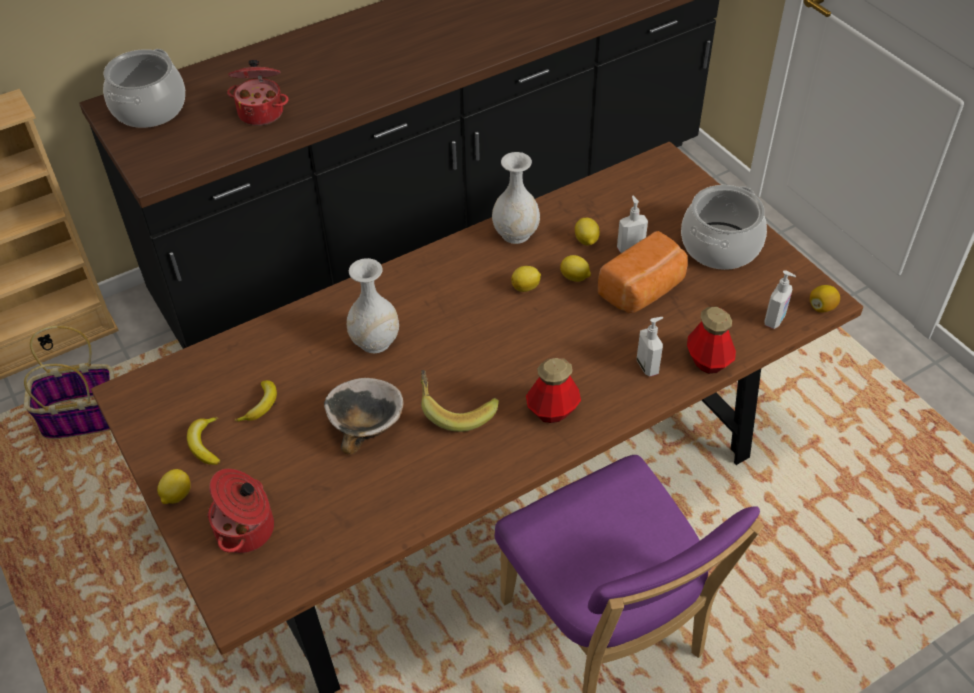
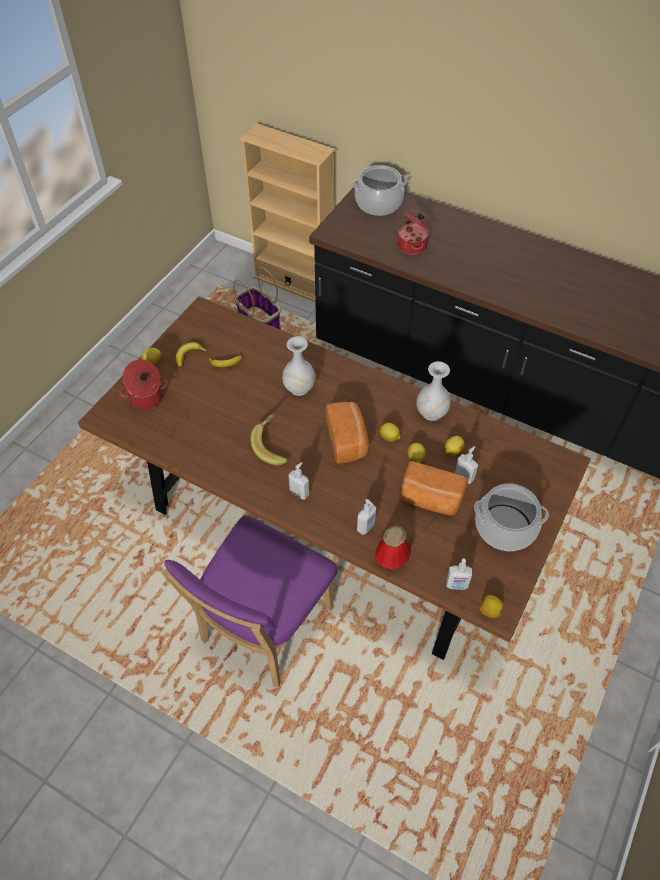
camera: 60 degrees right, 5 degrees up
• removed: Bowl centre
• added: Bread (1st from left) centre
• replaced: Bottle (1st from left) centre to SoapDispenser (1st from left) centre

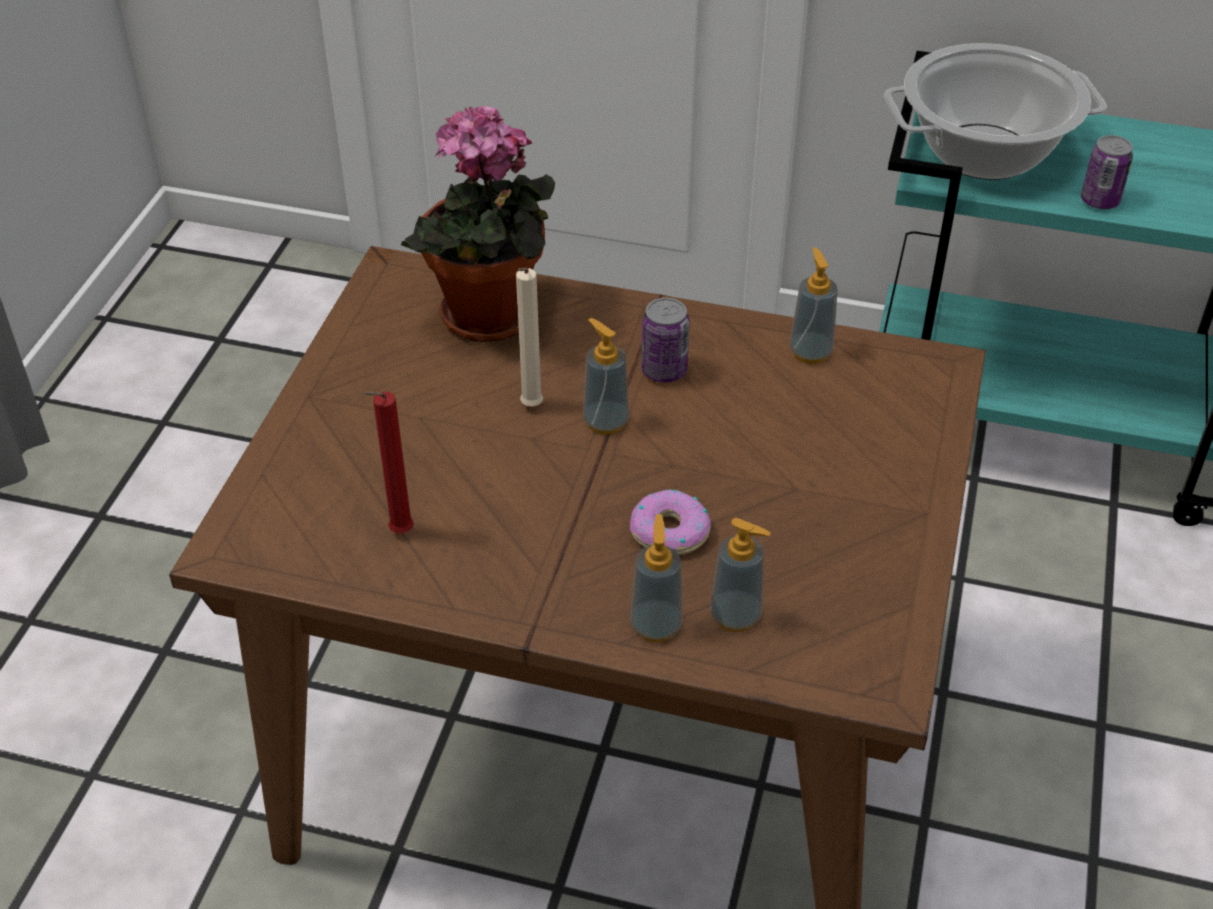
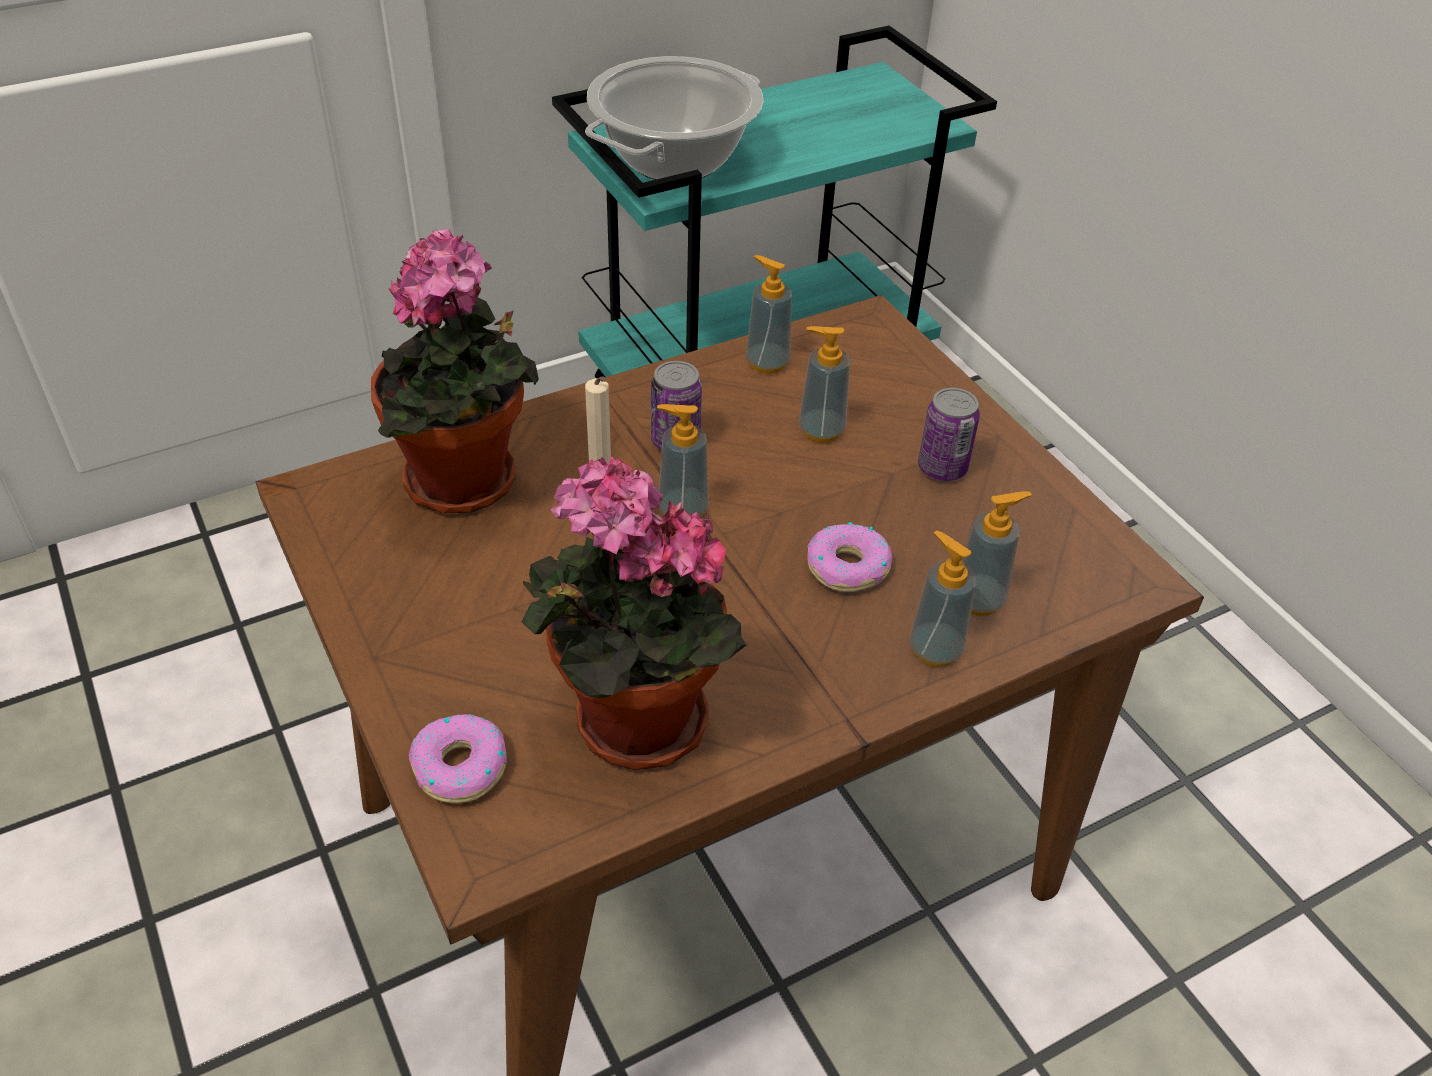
camera: 45 degrees left, 0 degrees up
• added: Donut (1st from left) bottom left
• added: SoapDispenser (3rd from left) centre
• moved: Can (2nd from left) top right to centre
• replaced: RedCandle middle left to PottedPlant (2nd from left) centre

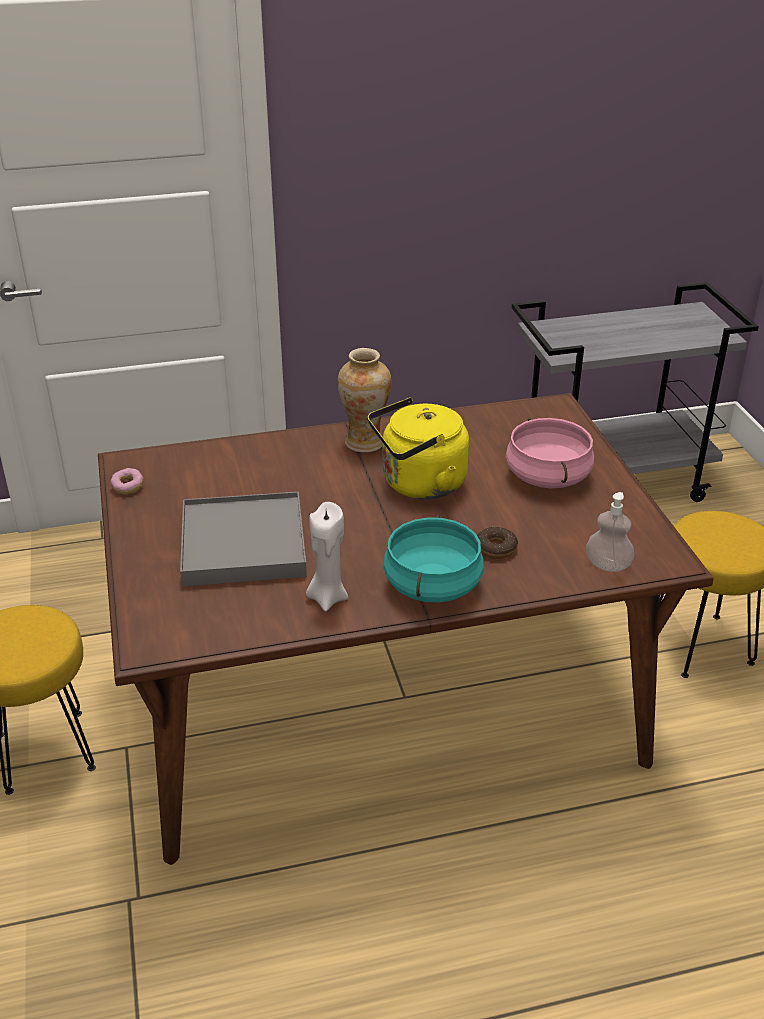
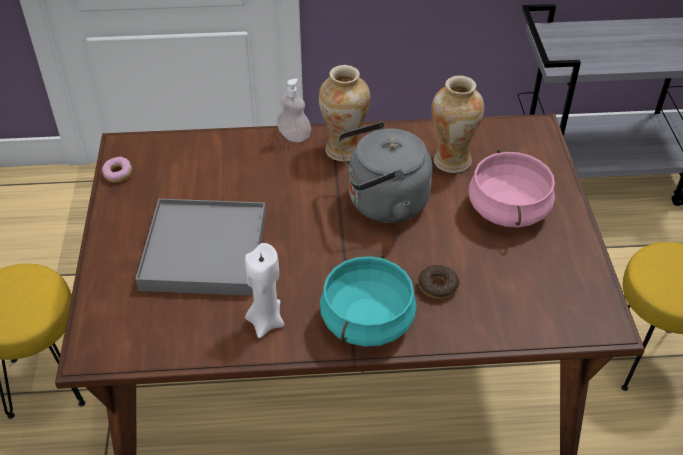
camera: 10 degrees right, 10 degrees up
• added: Vase (2nd from left) top right
• moved: SoapDispenser middle right to top centre
• recoloured: YellowKettle centre to GreyKettle centre

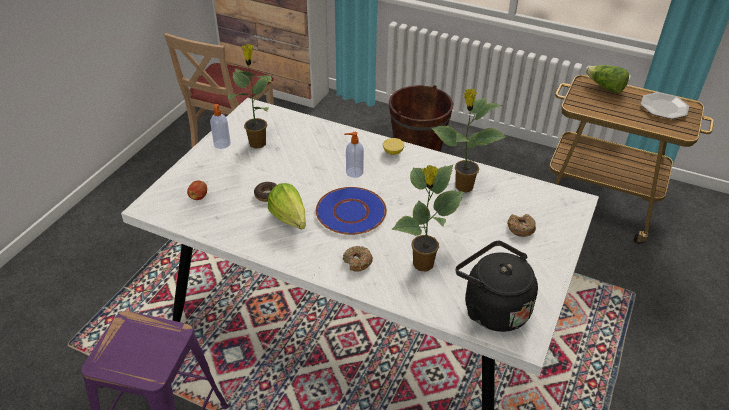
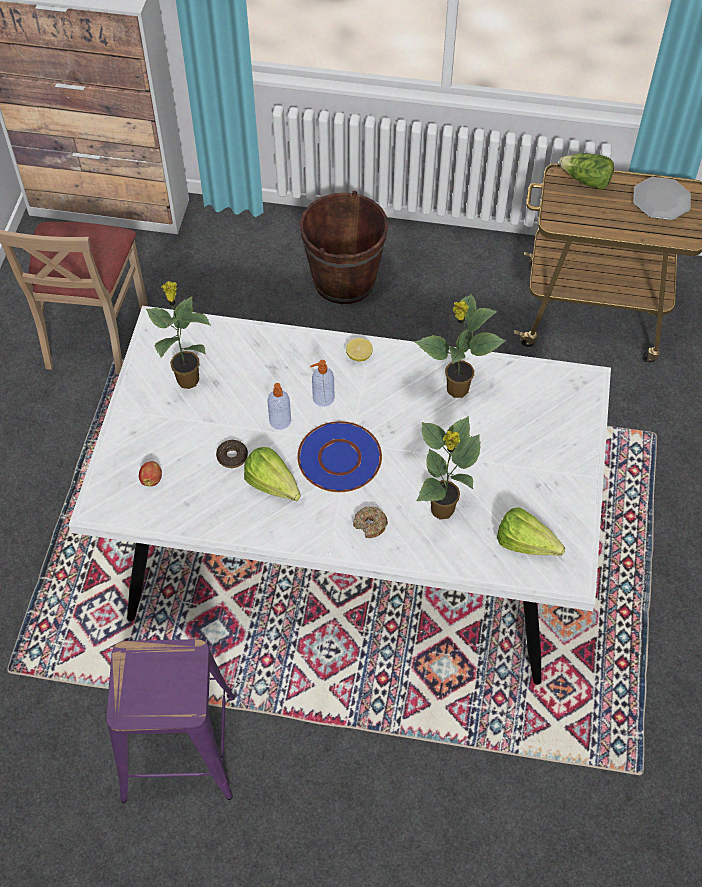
camera: 15 degrees left, 15 degrees up
• removed: Donut (3rd from left) middle right
• moved: SoapDispenser (1st from left) top left to centre
• replaced: BlackKettle bottom right to Lettuce (2nd from left) middle right

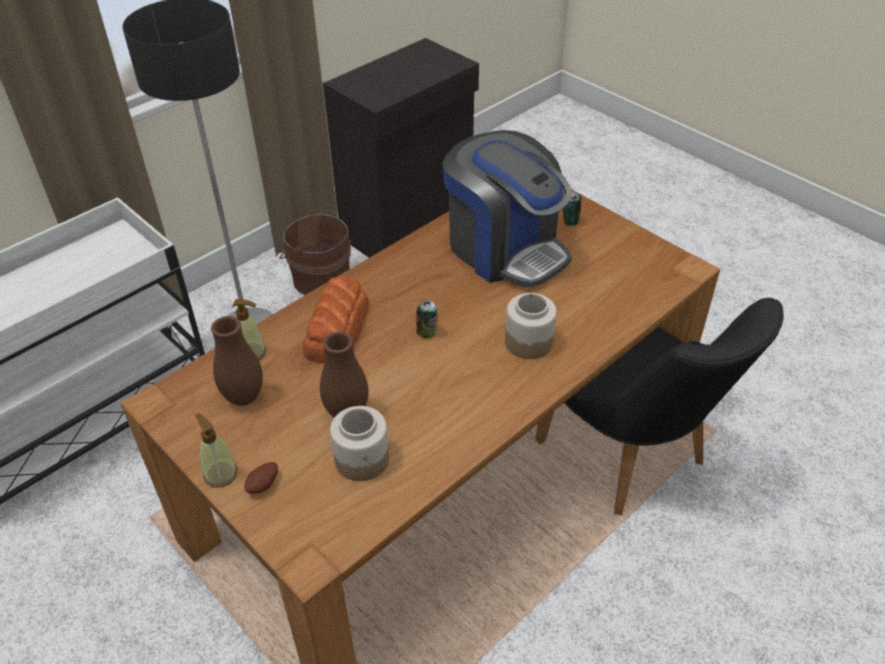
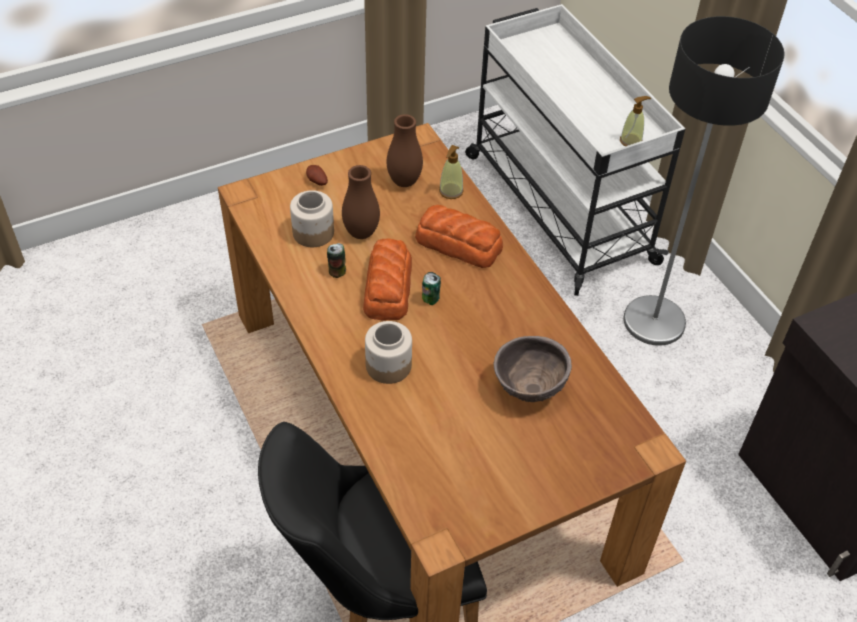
camera: 105 degrees right, 5 degrees up
• removed: BrownBucket centre
• added: Bread (1st from left) centre
• moved: SoapDispenser (1st from left in the first image) bottom left to SoapDispenser (2nd from left) top right
• moved: Can (2nd from left in the first image) top centre to Can (1st from left) centre
• replaced: CoffeeMachine top centre to BrownBowl centre

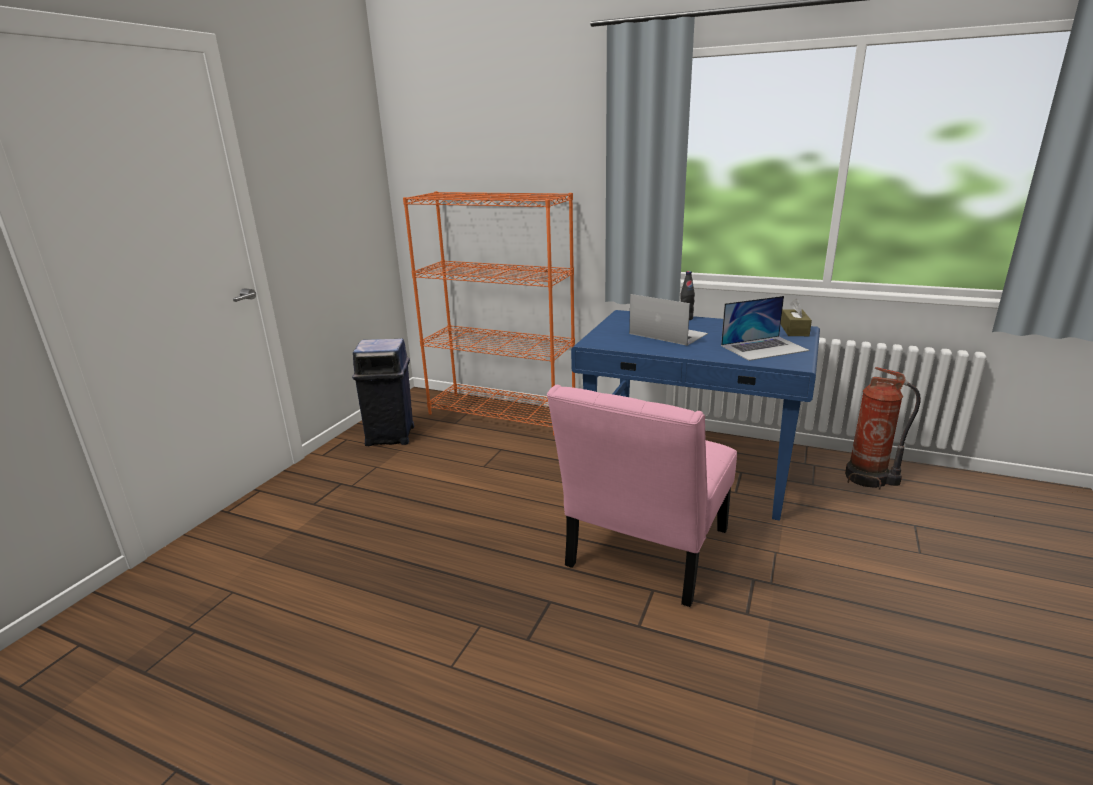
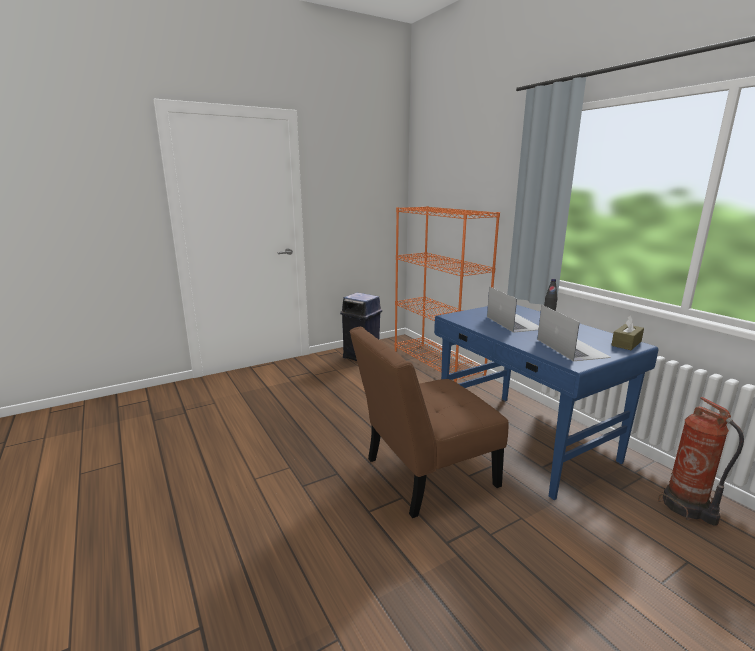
camera: 35 degrees right, 5 degrees down
• recoloured: PinkChair centre to BrownChair centre
• turned: Laptop (2nd from left) middle right = middle right 120 degrees counterclockwise

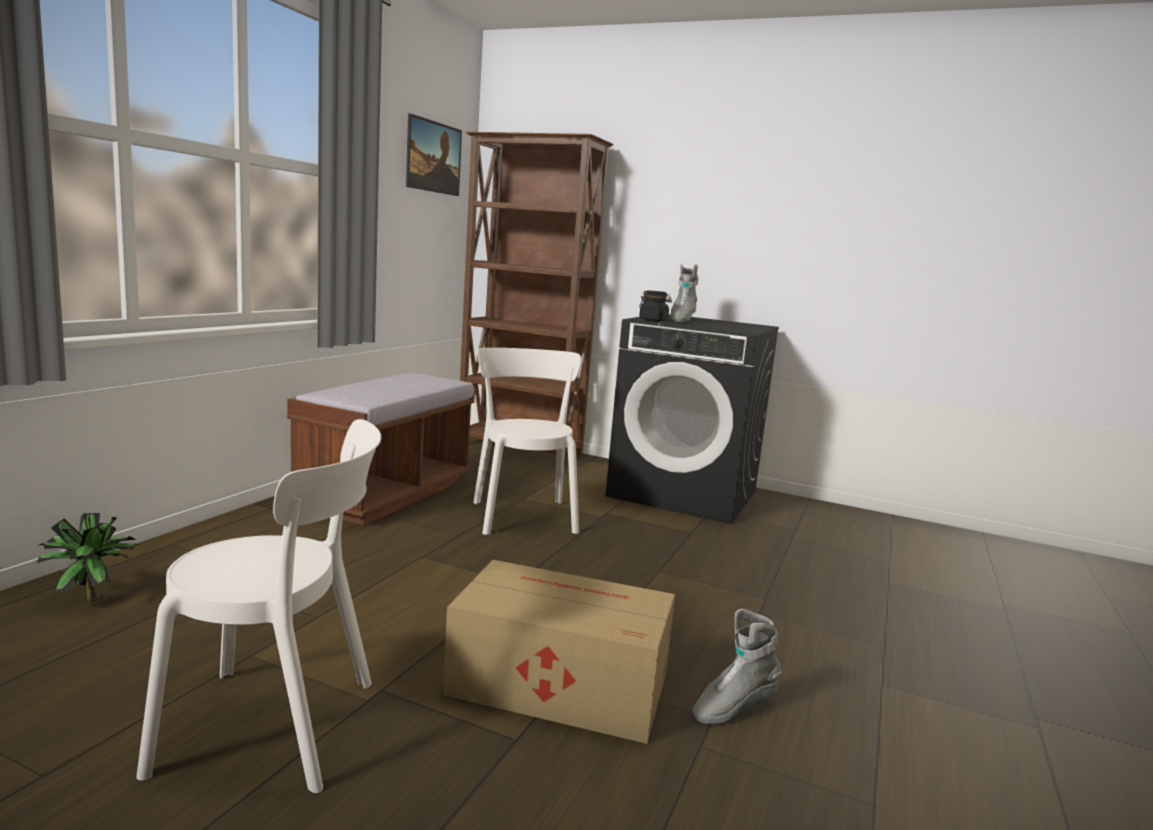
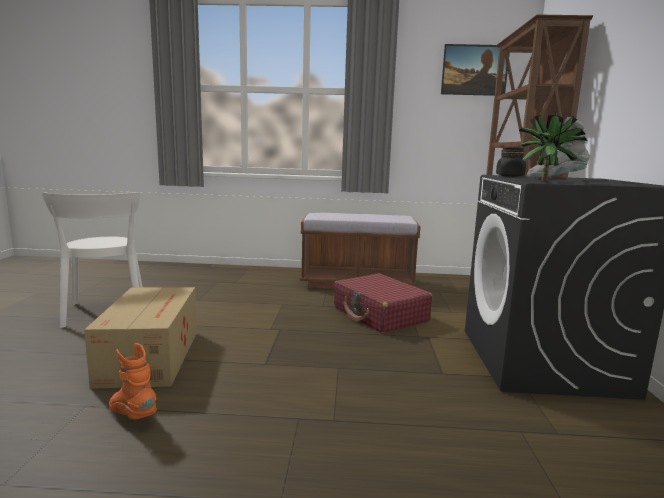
camera: 70 degrees right, 0 degrees up
• moved: PottedPlant bottom left to top right
• replaced: WhiteChair (2nd from left) centre to RedSuitcase centre
• recoloured: GreyBoot (2nd from left) bottom centre to OrangeBoot bottom left

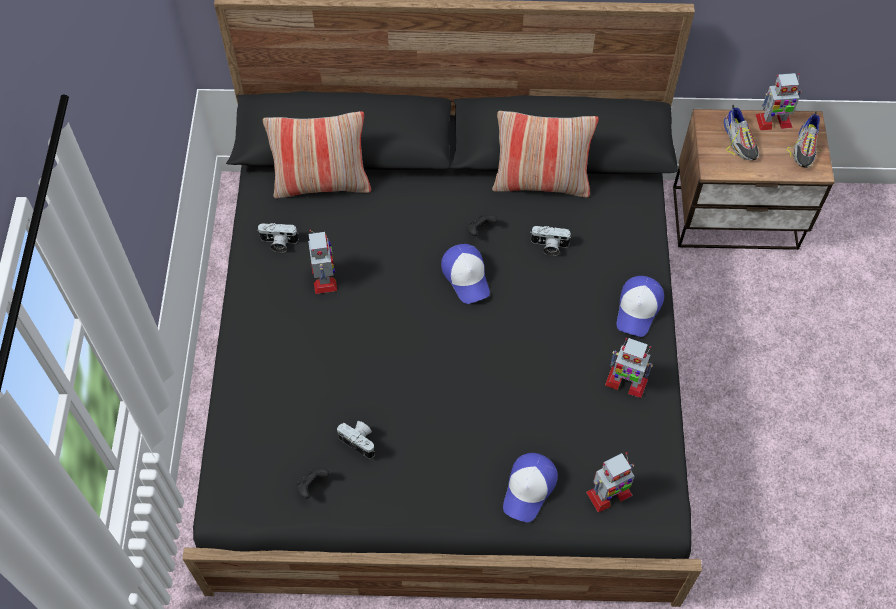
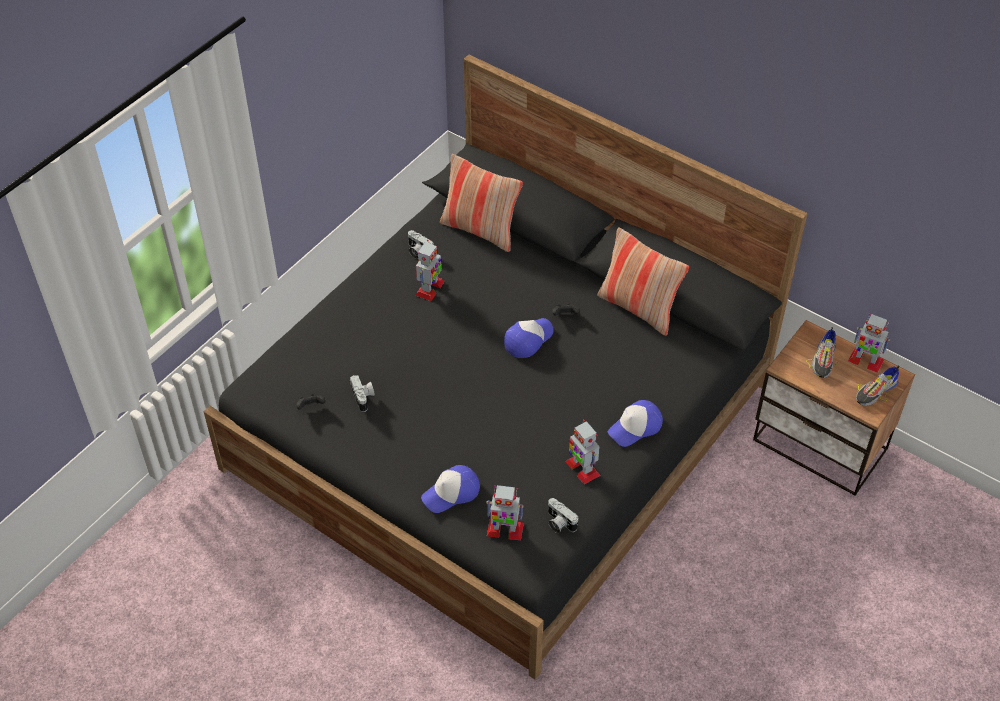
camera: 35 degrees right, 10 degrees down
• moved: PhotoCamera (3rd from left) centre to bottom centre
• turned: Cap (1st from left in the first image) centre = centre 150 degrees counterclockwise

